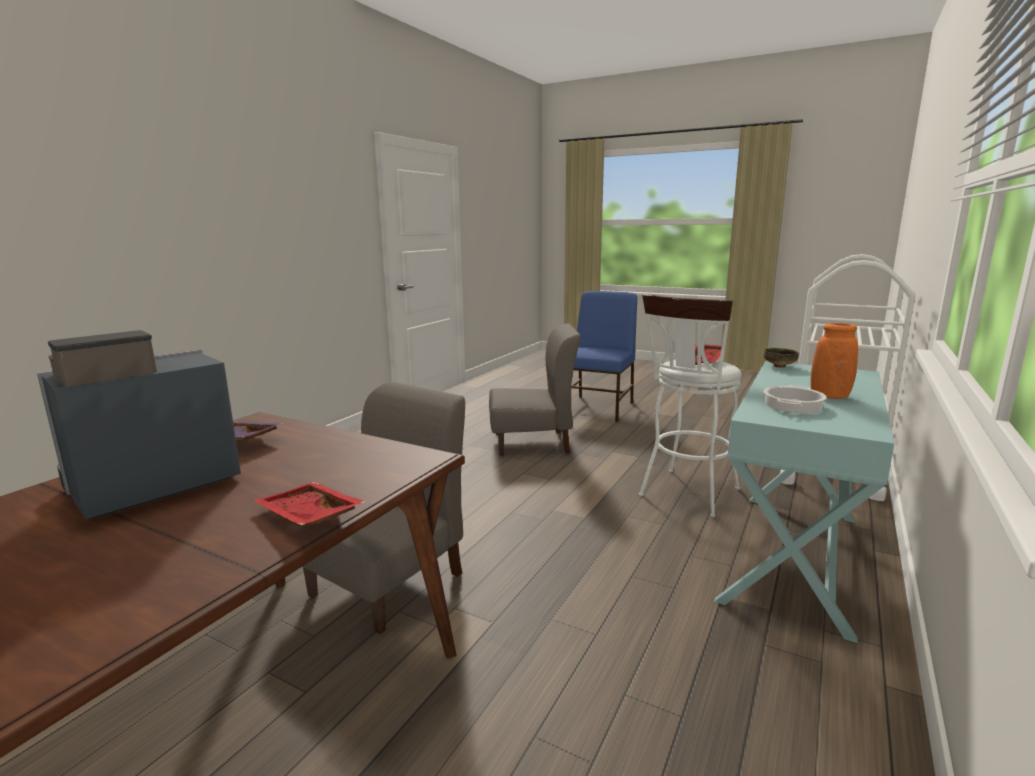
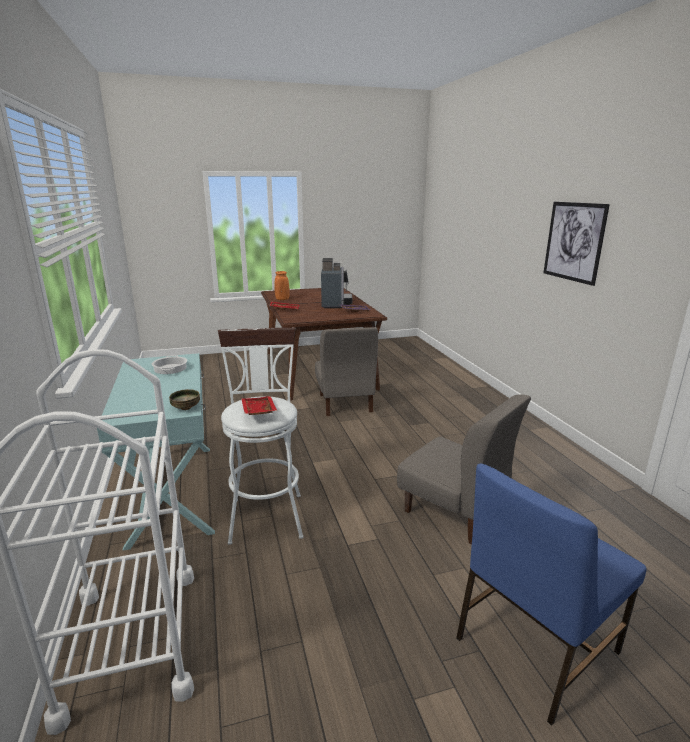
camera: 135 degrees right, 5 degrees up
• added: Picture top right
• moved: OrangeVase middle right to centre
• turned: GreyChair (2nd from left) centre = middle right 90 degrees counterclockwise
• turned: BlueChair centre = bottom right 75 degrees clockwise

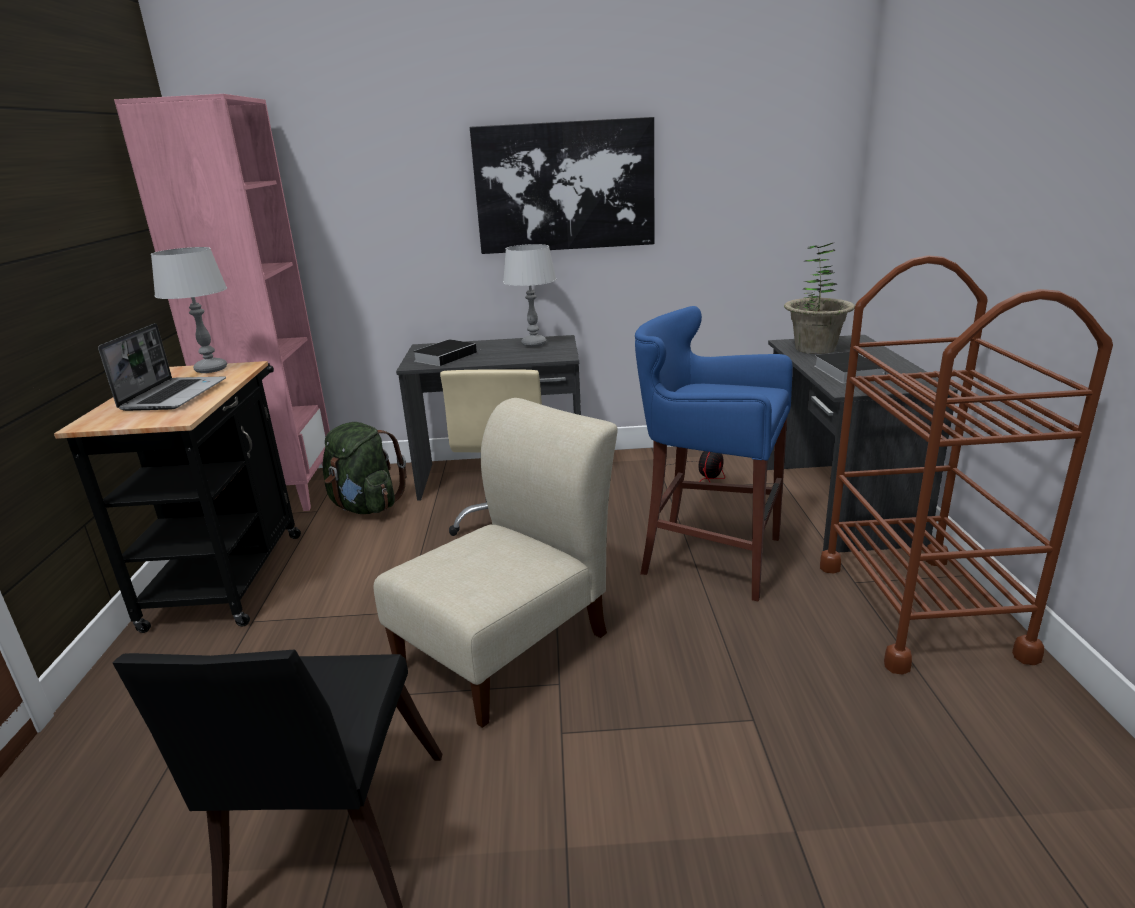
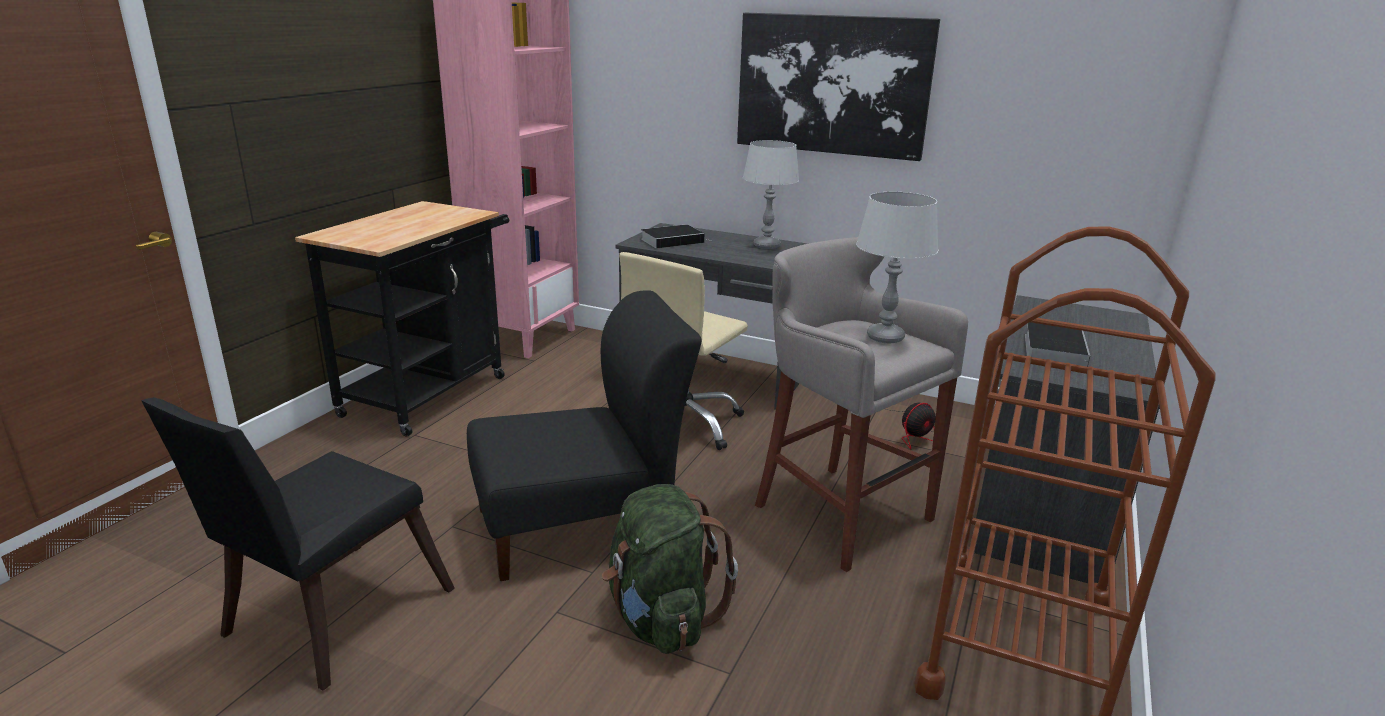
camera: 25 degrees right, 0 degrees up
• removed: Laptop middle left
• removed: PottedPlant top right
• moved: GreyTableLamp (1st from left in the first image) middle left to GreyTableLamp (2nd from left) centre
• moved: GreenBackpack middle left to bottom centre
• recoloured: BeigeChair centre to BlackChair (2nd from left) centre
• recoloured: BlueStool centre to GreyStool centre

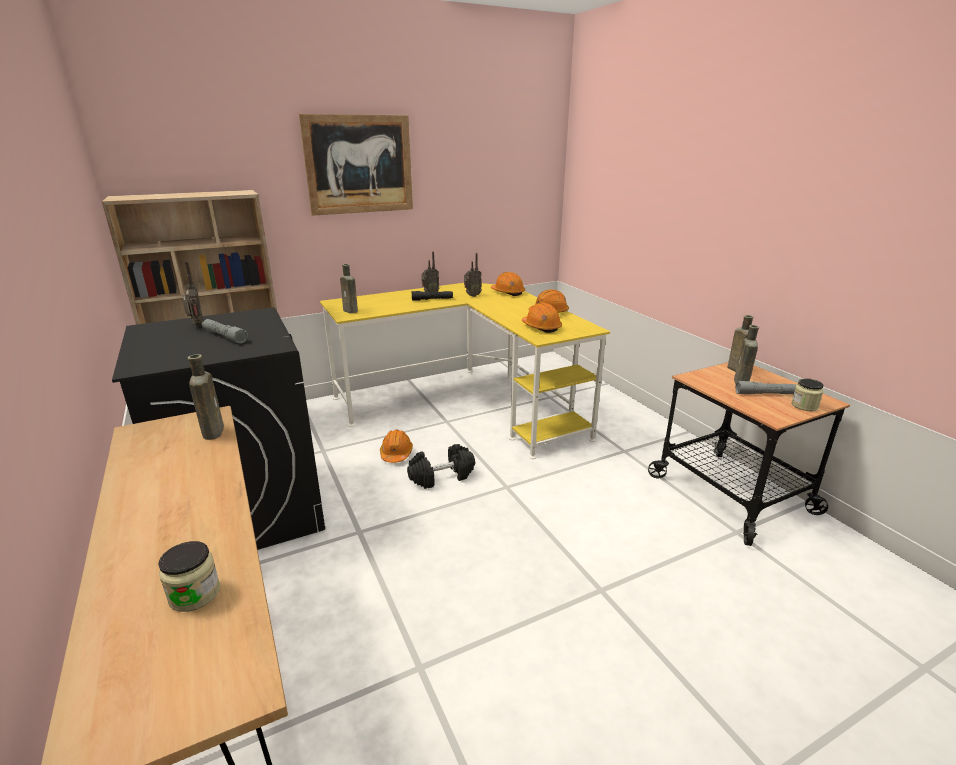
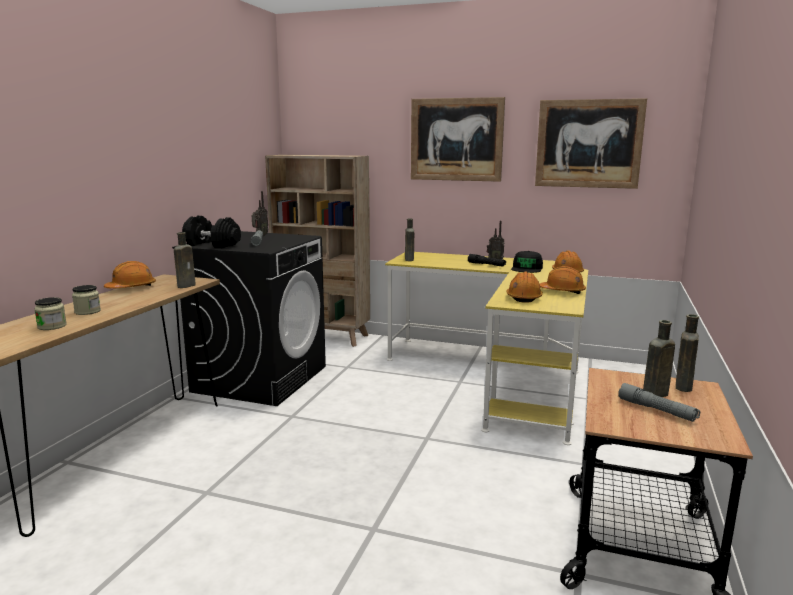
camera: 45 degrees right, 10 degrees down
• added: Picture (2nd from left) top right
• moved: OrangeHardHat (1st from left) centre to middle left
• moved: BlackDumbbell centre to middle left
• moved: Jar (2nd from left) middle right to middle left
• replaced: Radio (3rd from left) centre to BlackCap centre

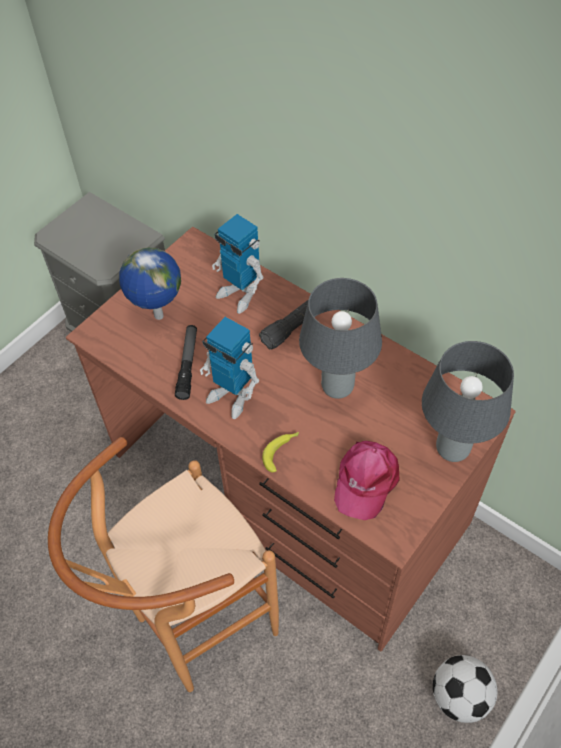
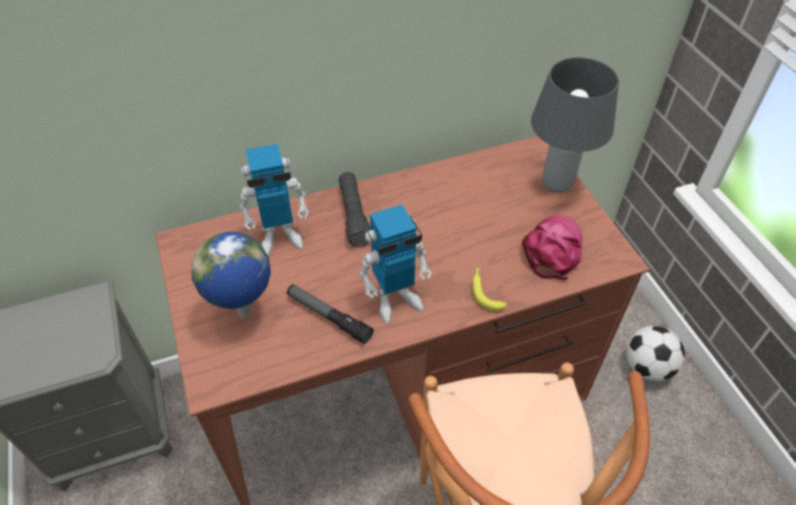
camera: 60 degrees left, 5 degrees down
• removed: GreyTableLamp (1st from left) centre
• turned: PinkCap centre = middle right 120 degrees counterclockwise

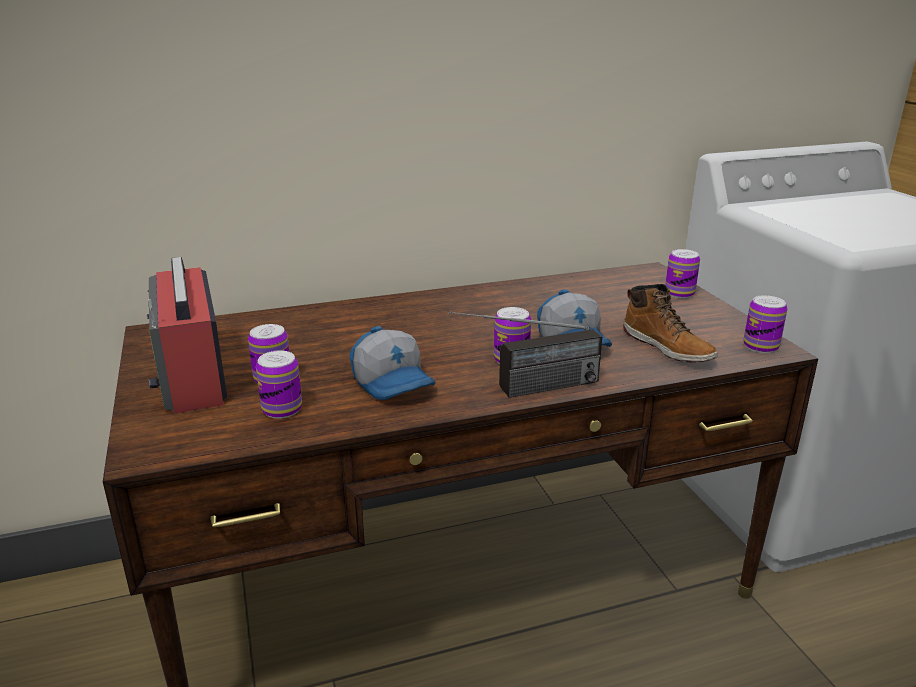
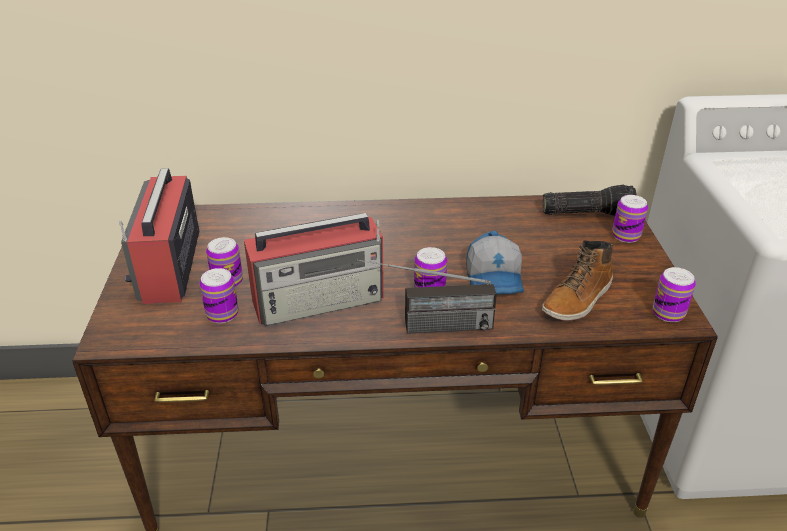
camera: 15 degrees right, 10 degrees up
• added: Flashlight middle right
• replaced: Cap (1st from left) centre to Radio (2nd from left) centre
• turned: Boot middle right = middle right 60 degrees clockwise

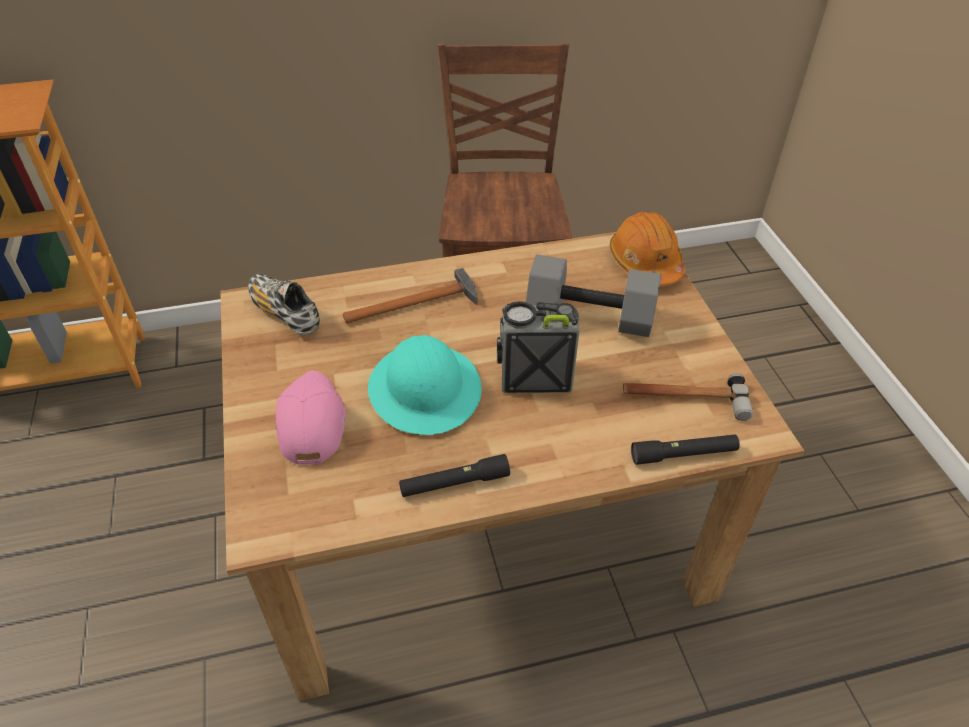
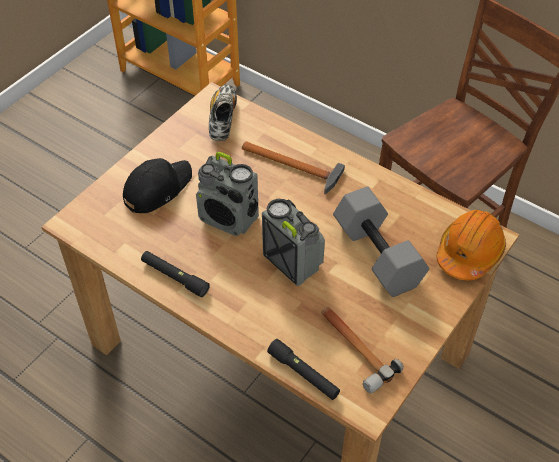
camera: 50 degrees right, 5 degrees up
• replaced: TurquoiseHardHat centre to Radio (1st from left) centre
• recoloured: PinkCap middle left to BlackCap middle left

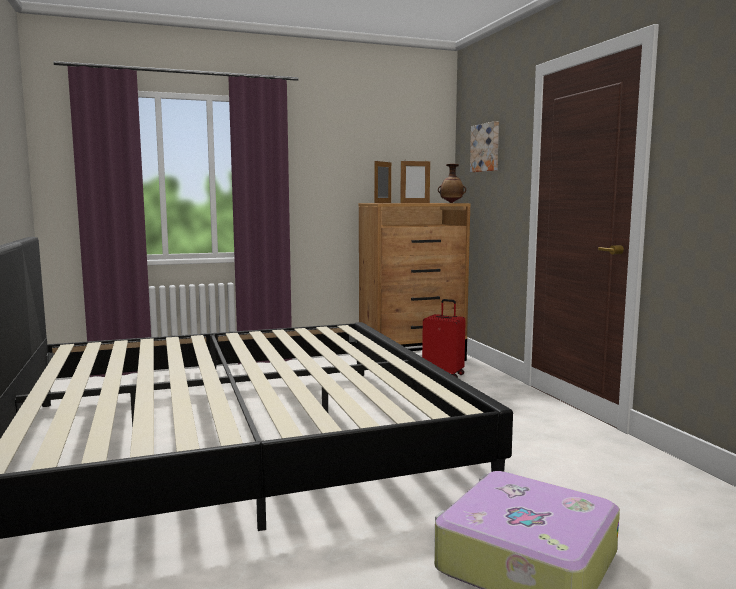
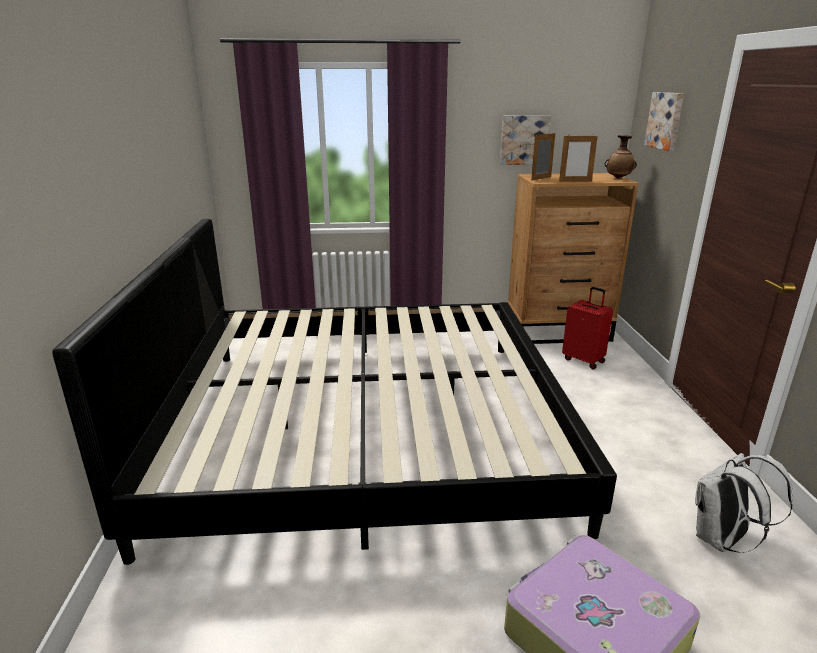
camera: 15 degrees right, 15 degrees up
• added: Picture (1st from left) top centre
• added: WhiteBackpack bottom right

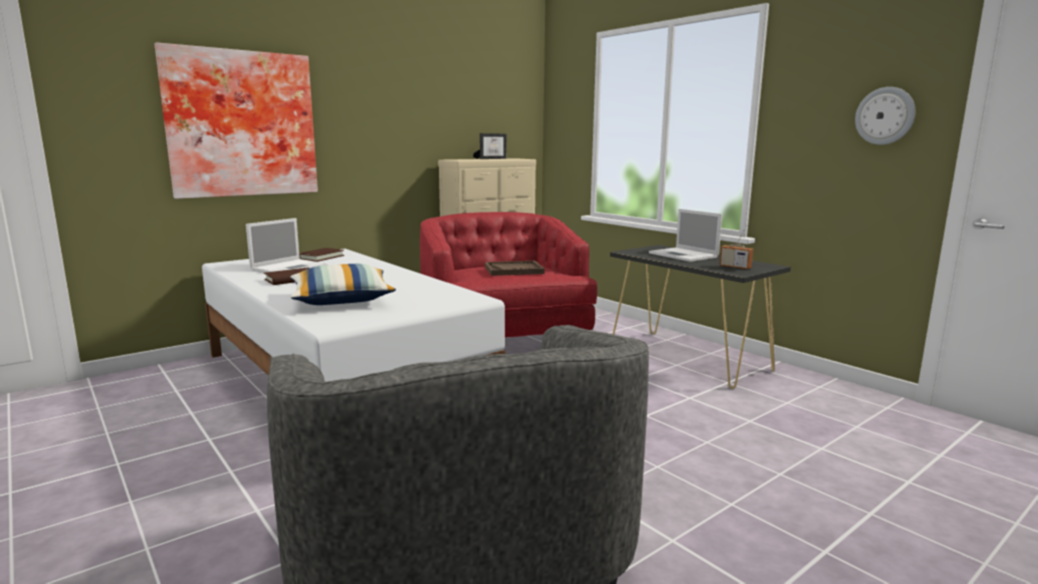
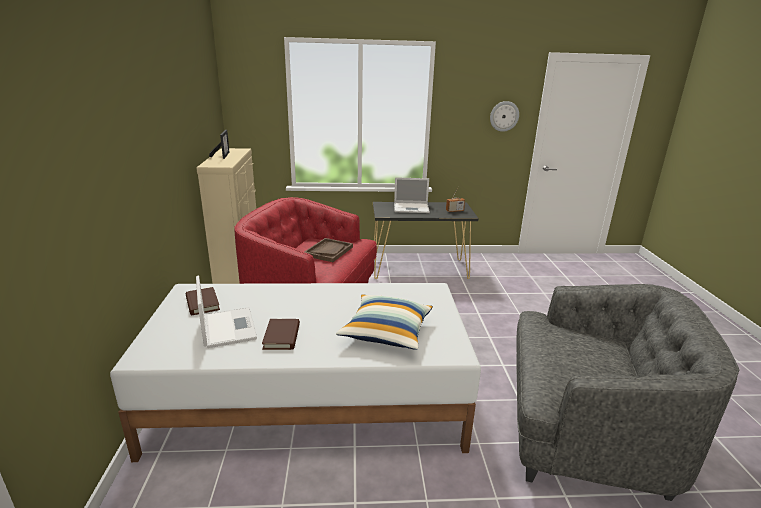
camera: 55 degrees left, 10 degrees up
• removed: Picture top left

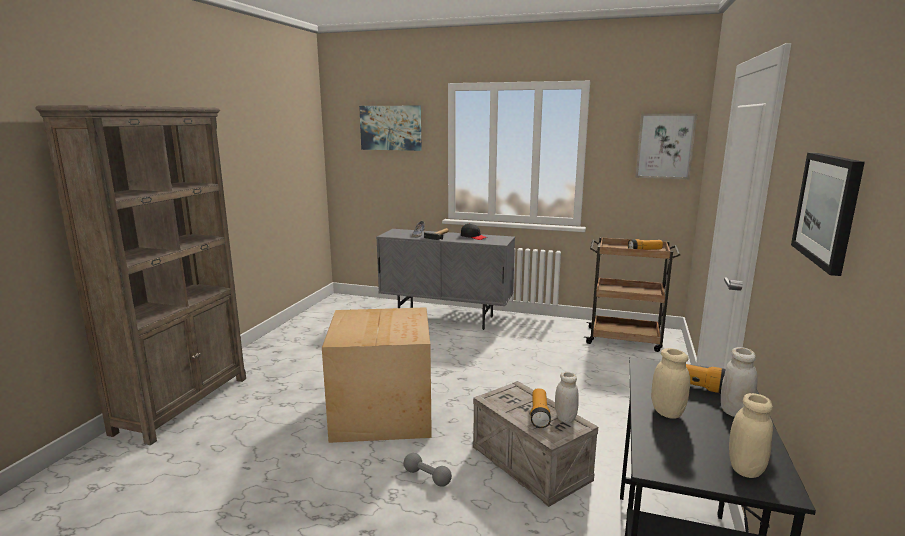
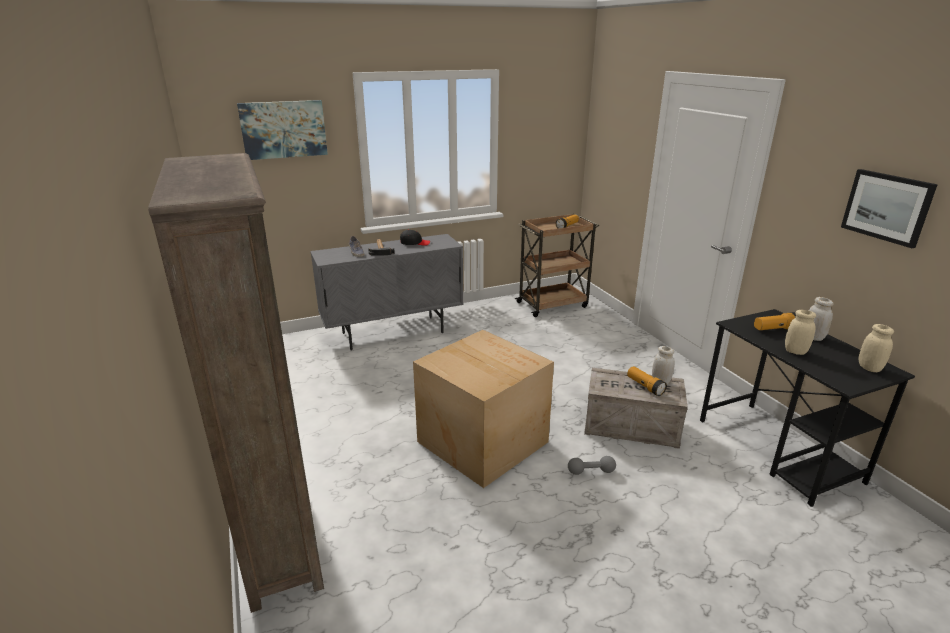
camera: 40 degrees left, 10 degrees up
• removed: Picture (2nd from left) top right

